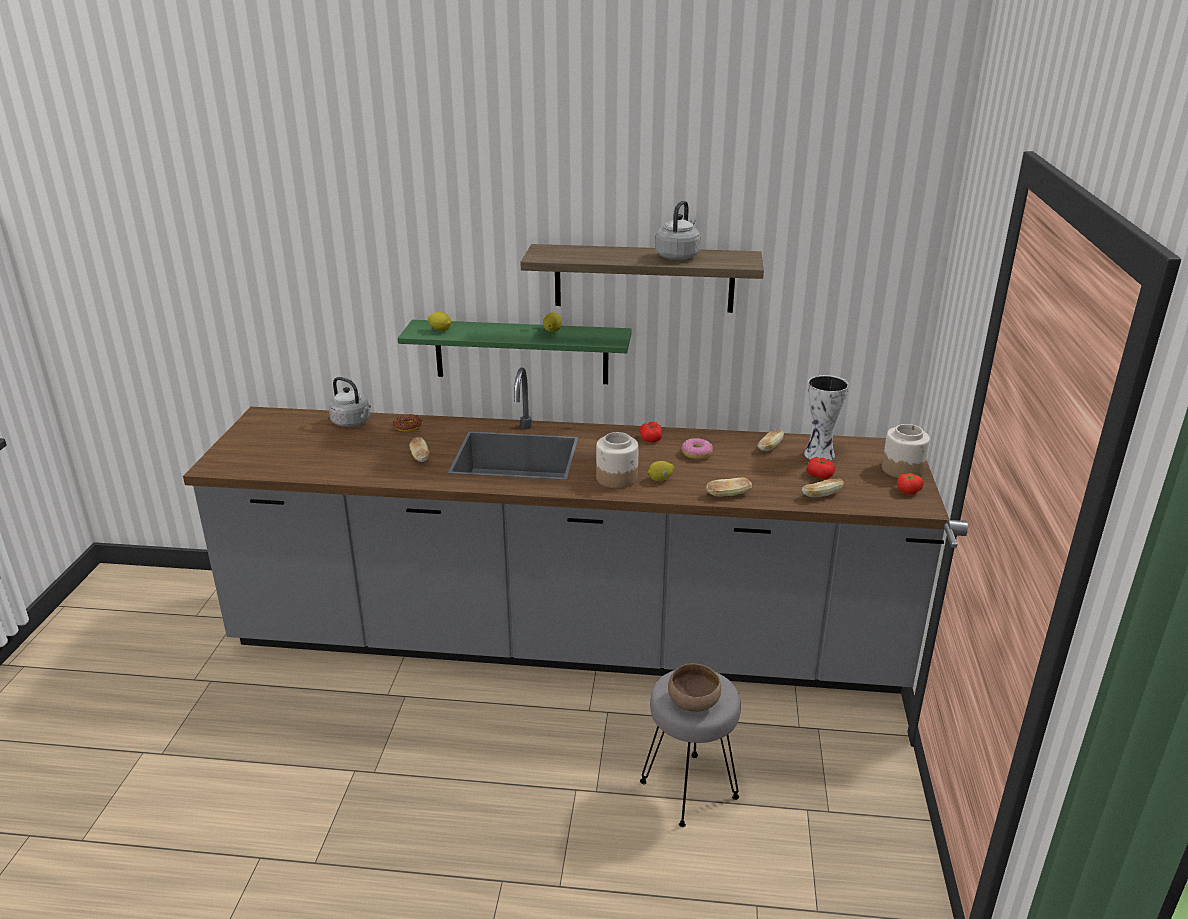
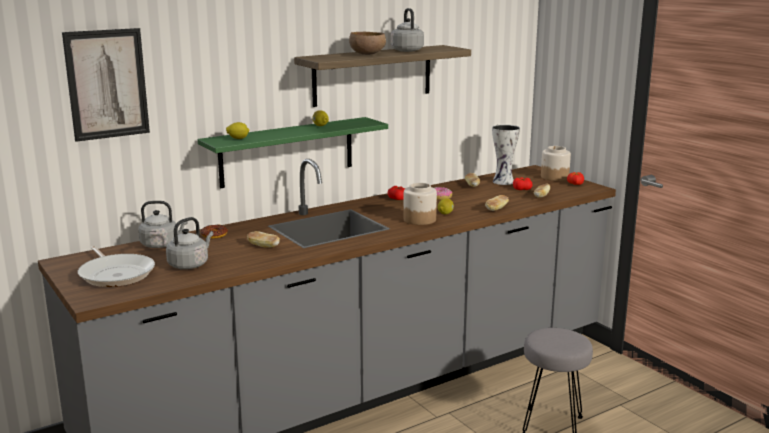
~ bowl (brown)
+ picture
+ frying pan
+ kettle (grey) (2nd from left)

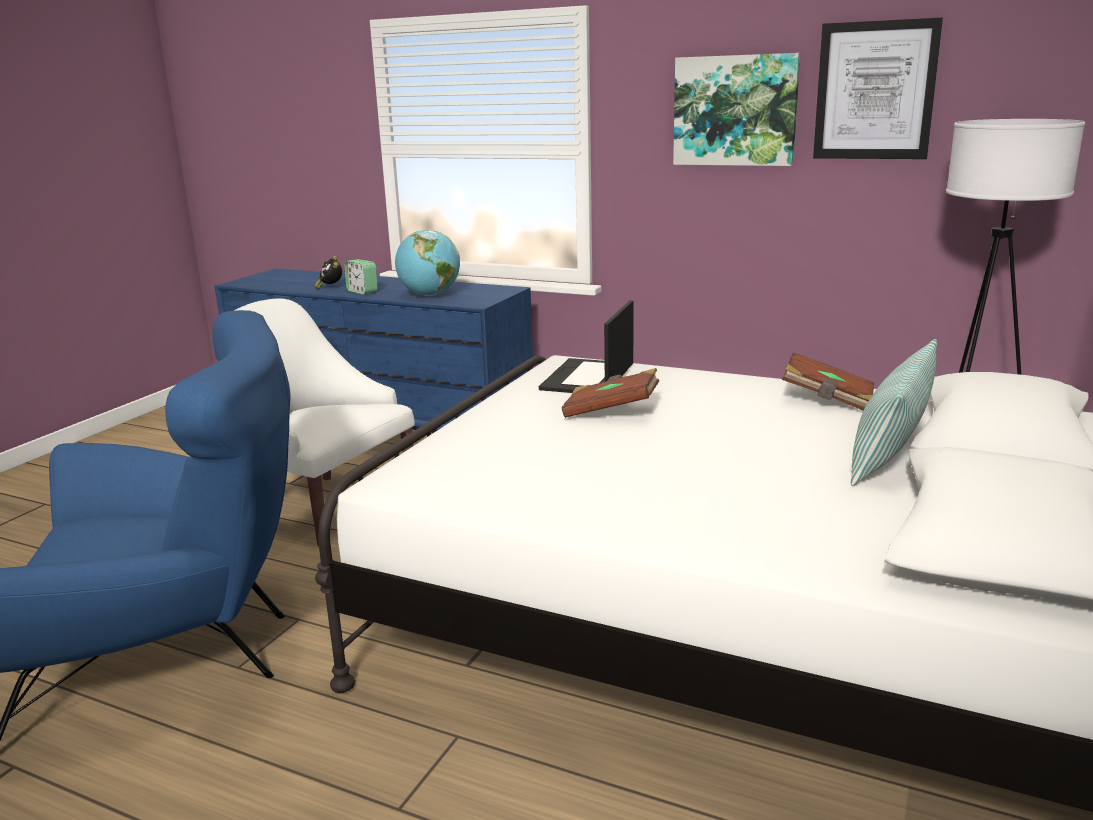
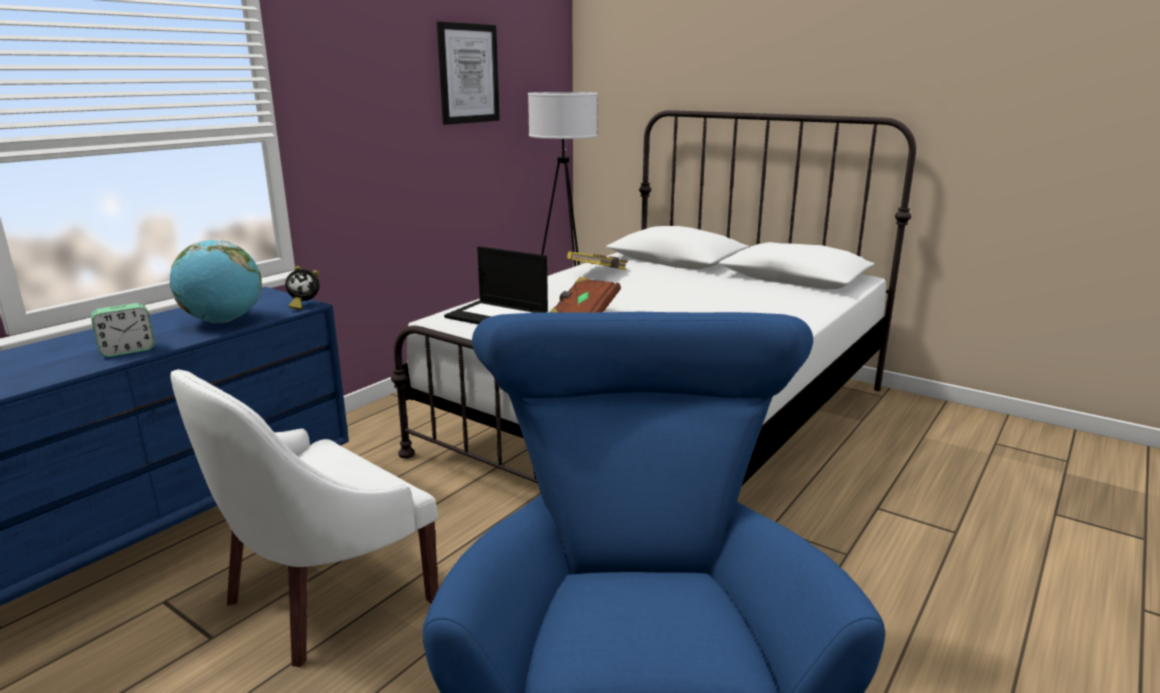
~ alarm clock (1st from left in the first image) to alarm clock (2nd from left)
- picture (1st from left)
~ book (brown) (2nd from left) to book (yellow)
- pillow

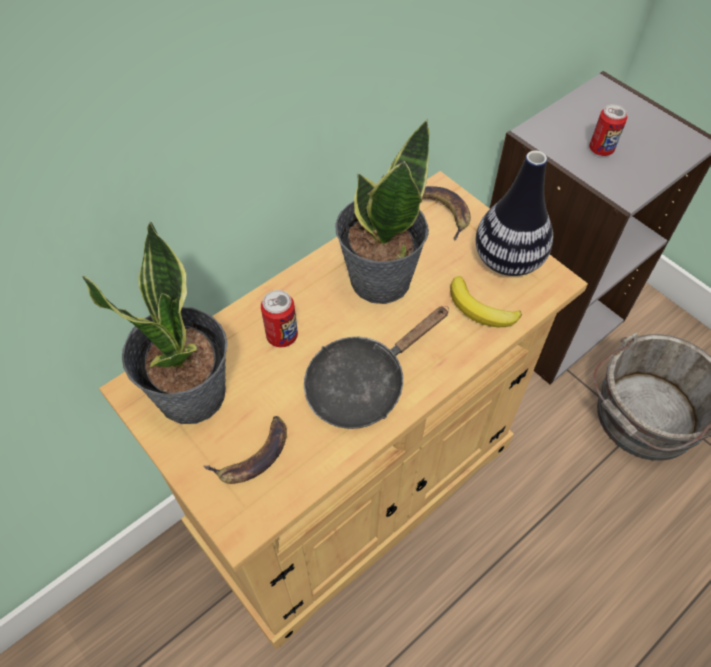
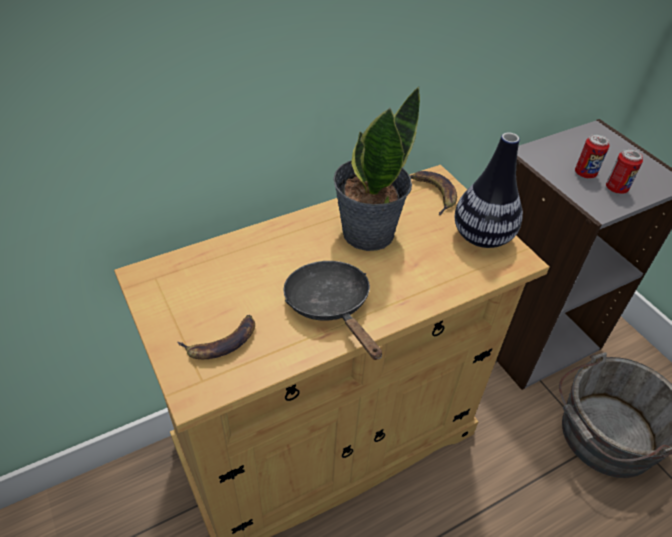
- potted plant (1st from left)
~ can (1st from left in the first image) to can (2nd from left)
~ frying pan (black) 90 degrees clockwise
- banana (3rd from left)

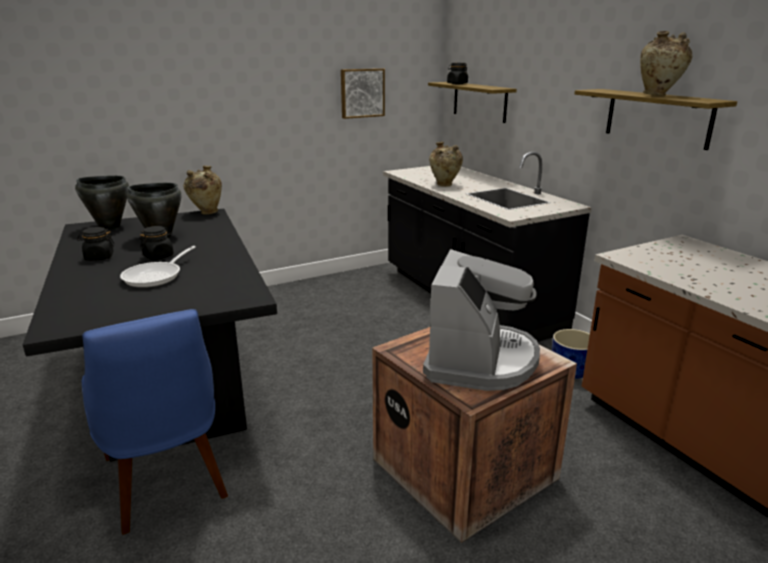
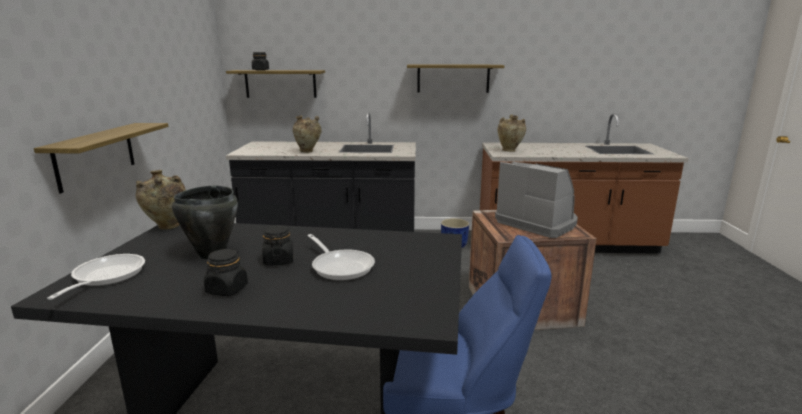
~ cooking pot (black) (1st from left) to frying pan (1st from left)
- picture
~ vase (beige) (3rd from left)
+ shelf (1st from left)

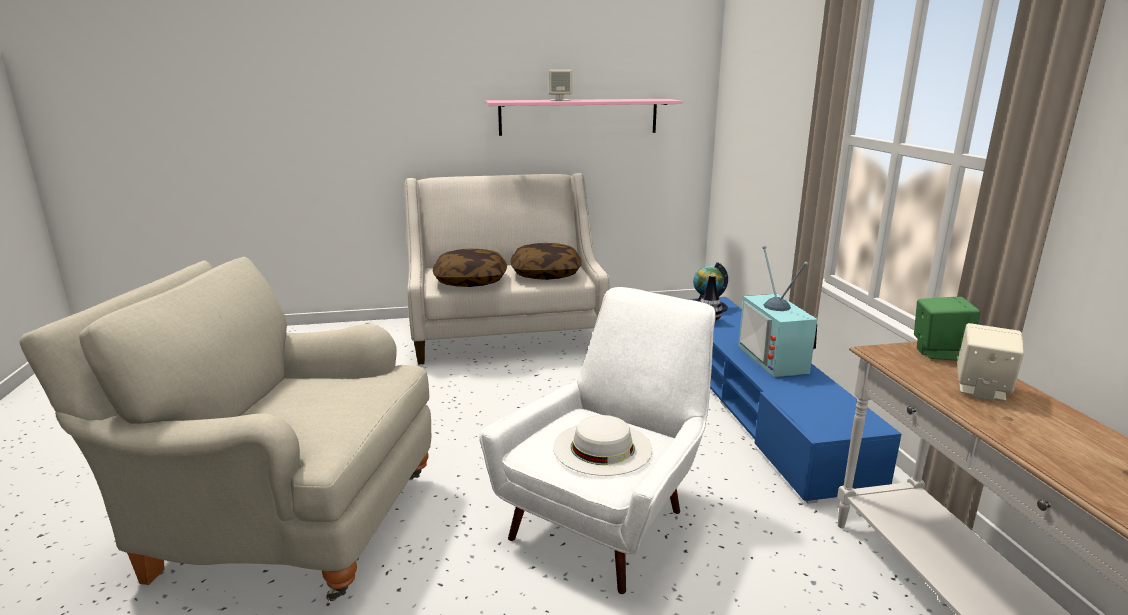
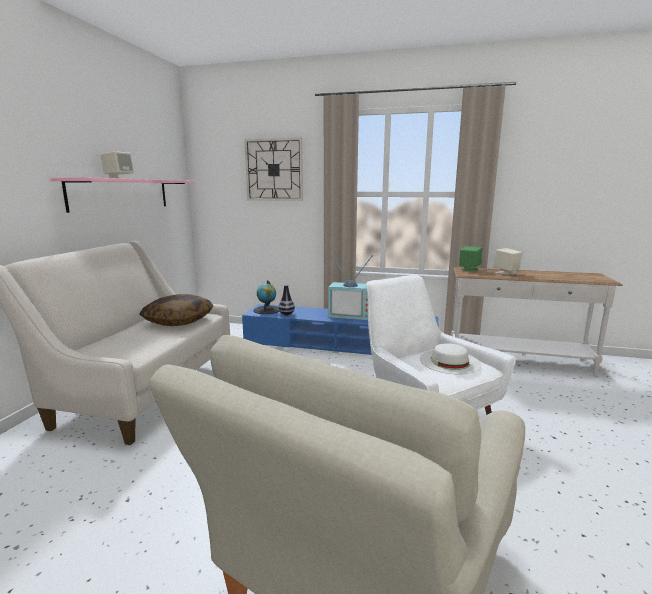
- pillow (1st from left)
+ wall clock

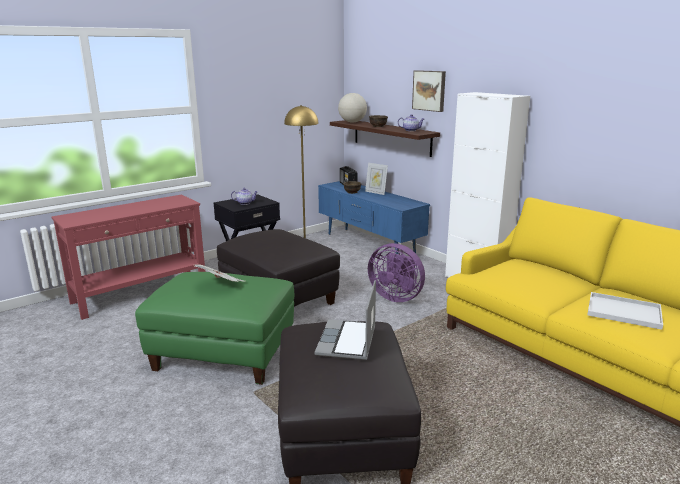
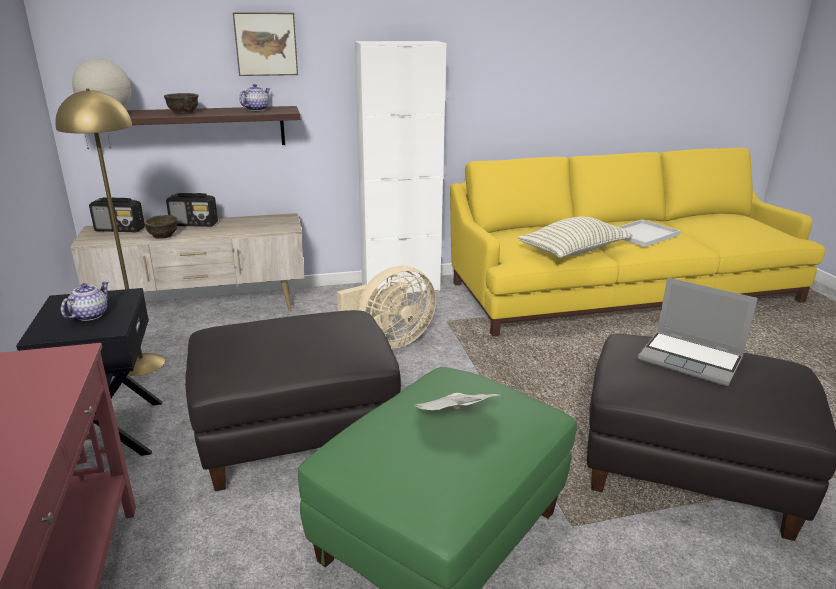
~ tv stand (blue) to tv stand (beige)
~ picture frame to radio (2nd from left)
~ fan (purple) to fan (beige)
+ pillow

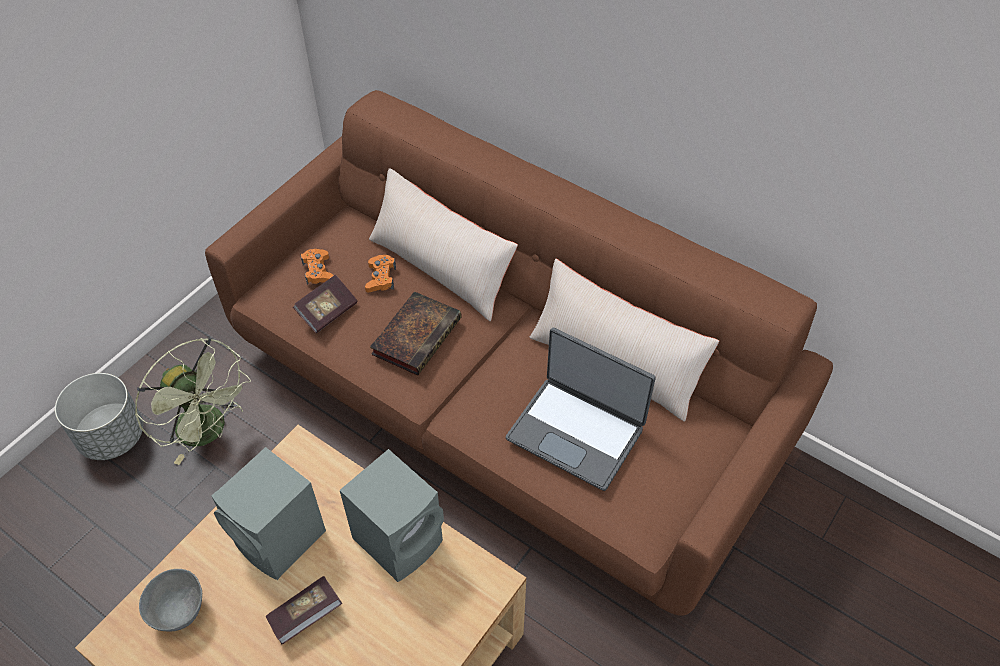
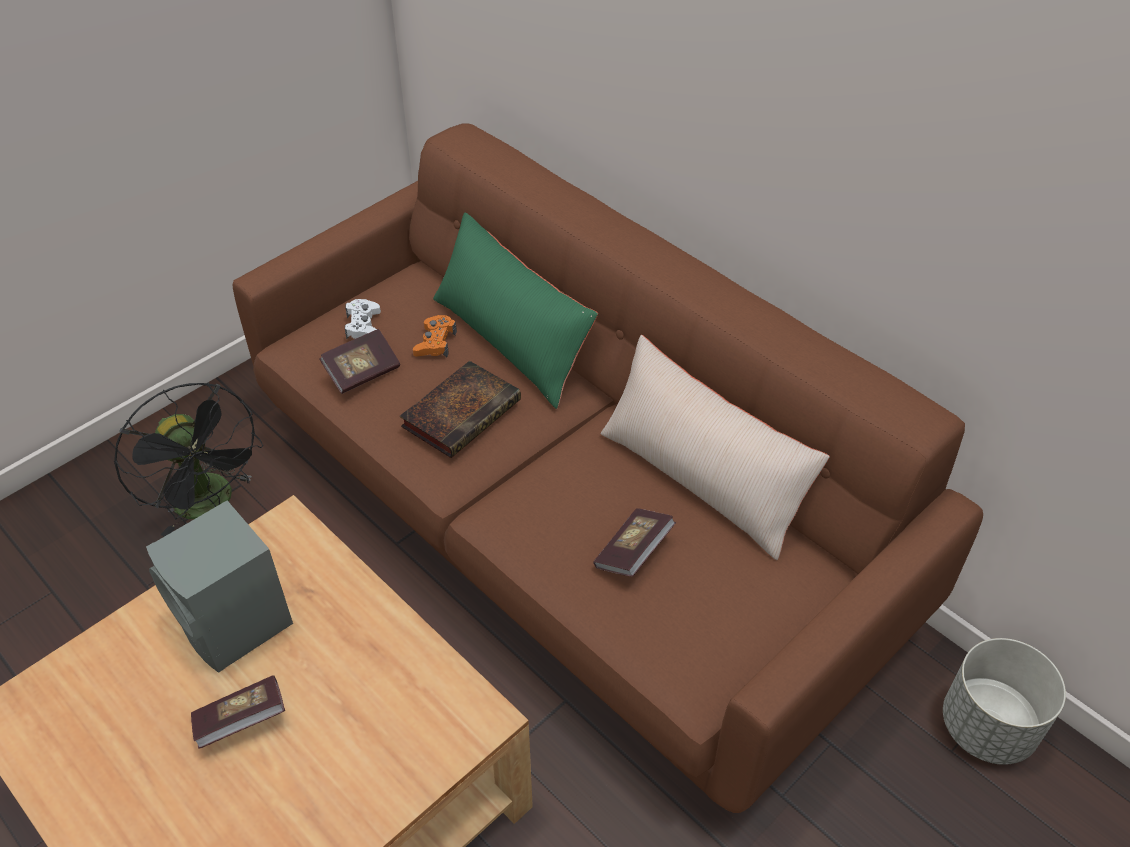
~ planter (grey)
~ fan (green) to fan (black)
- bowl (grey)
~ game controller (orange) (1st from left) to game controller (white)
- speaker (grey) (2nd from left)
~ pillow (beige) (1st from left) to pillow (green)
~ laptop to book (4th from left)

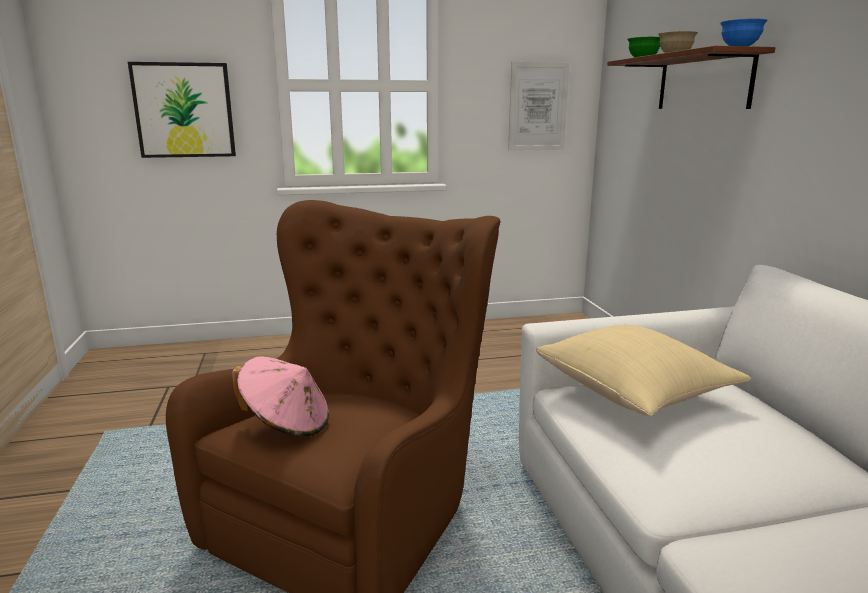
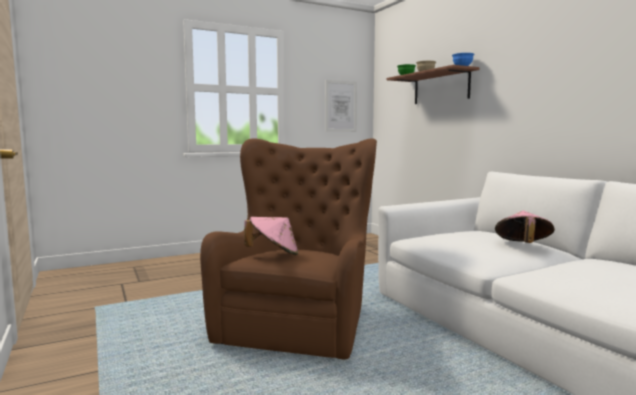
- picture (1st from left)
- pillow (beige)
+ hat (pink) (2nd from left)

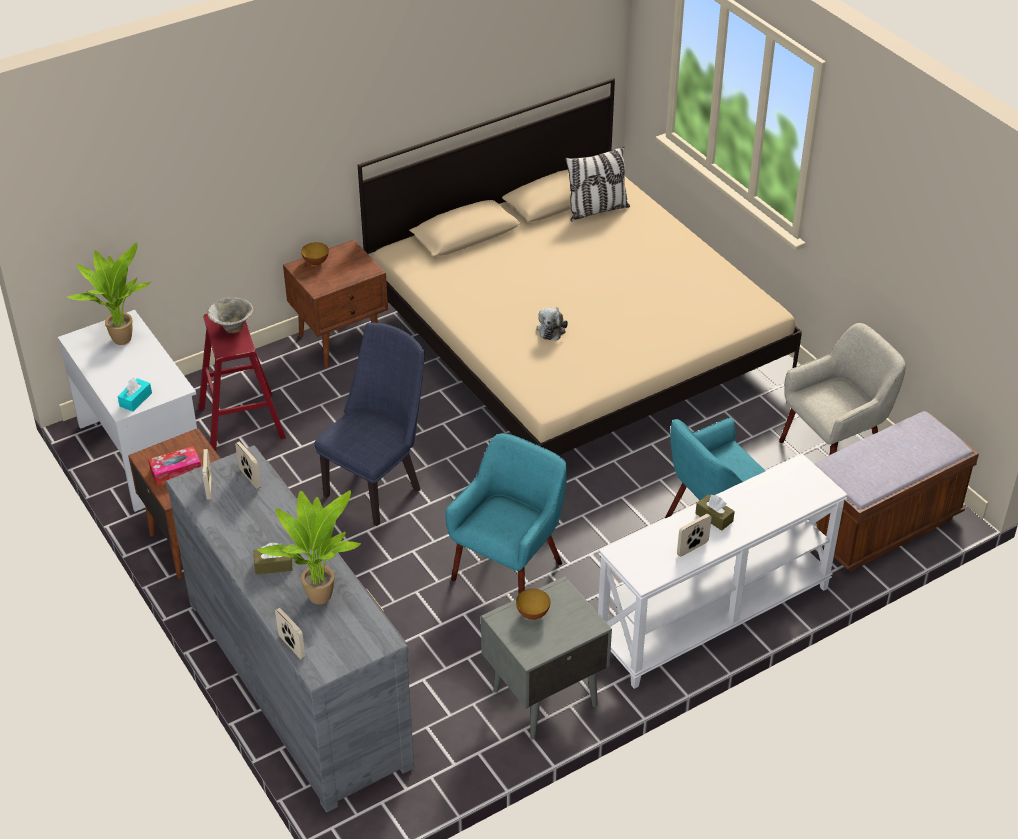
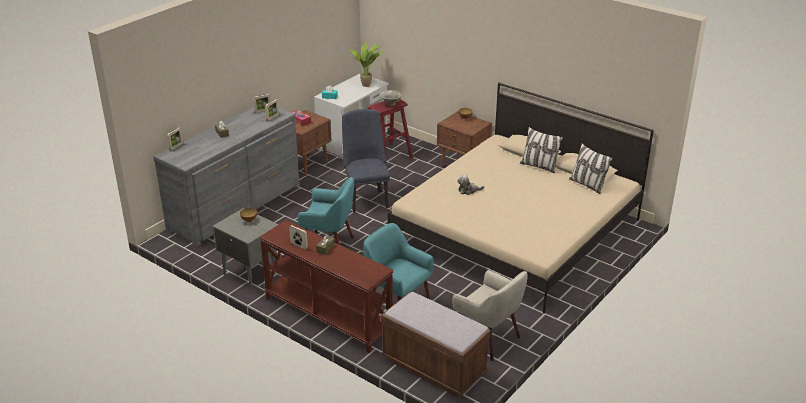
- potted plant (2nd from left)
~ chair (blue) 120 degrees counterclockwise
~ console table (white) to console table (brown)
+ pillow (1st from left)

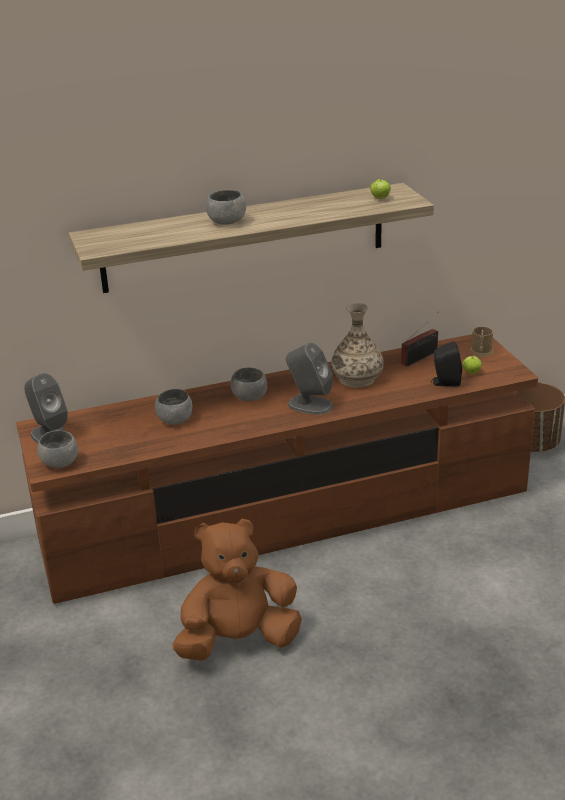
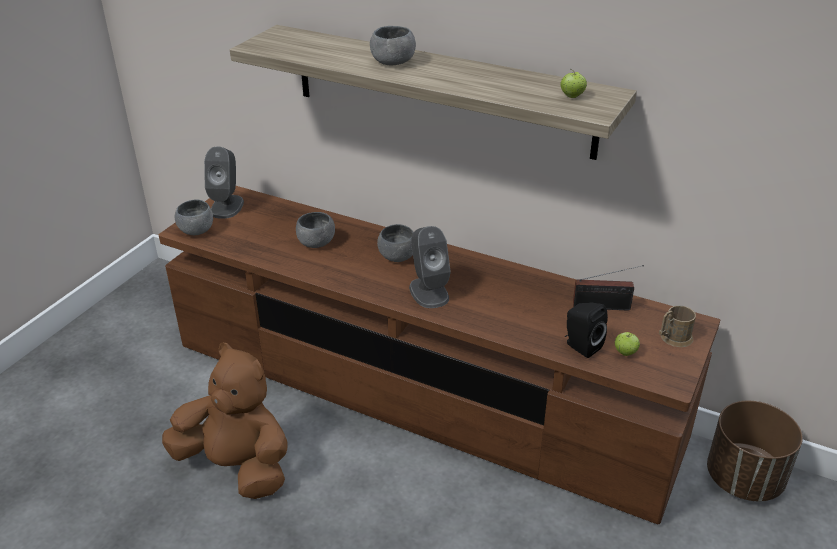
- vase

